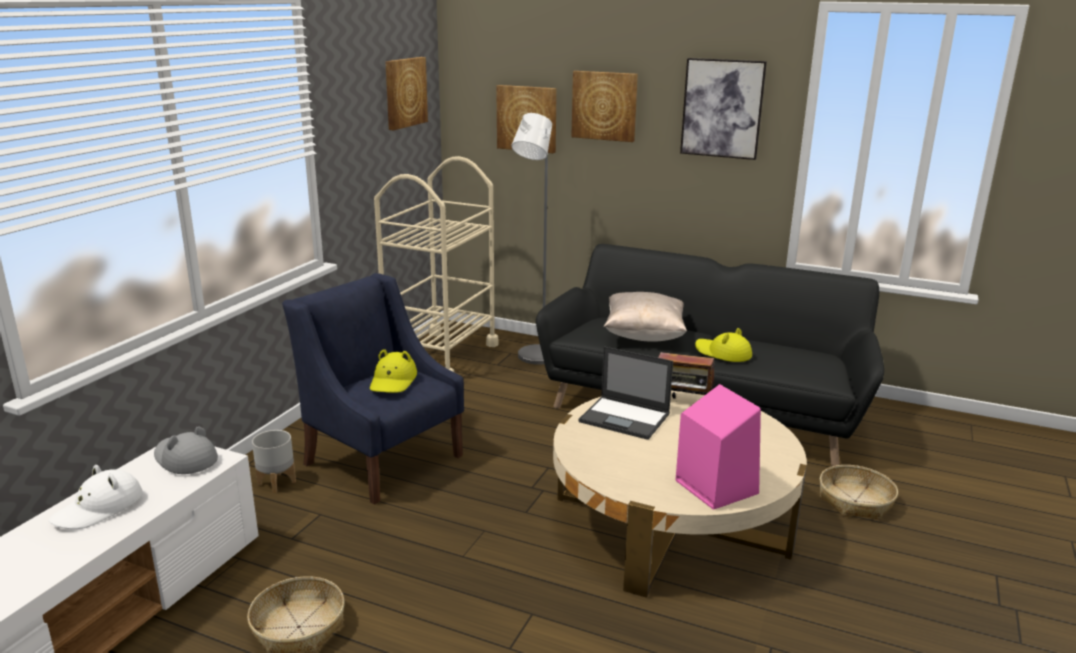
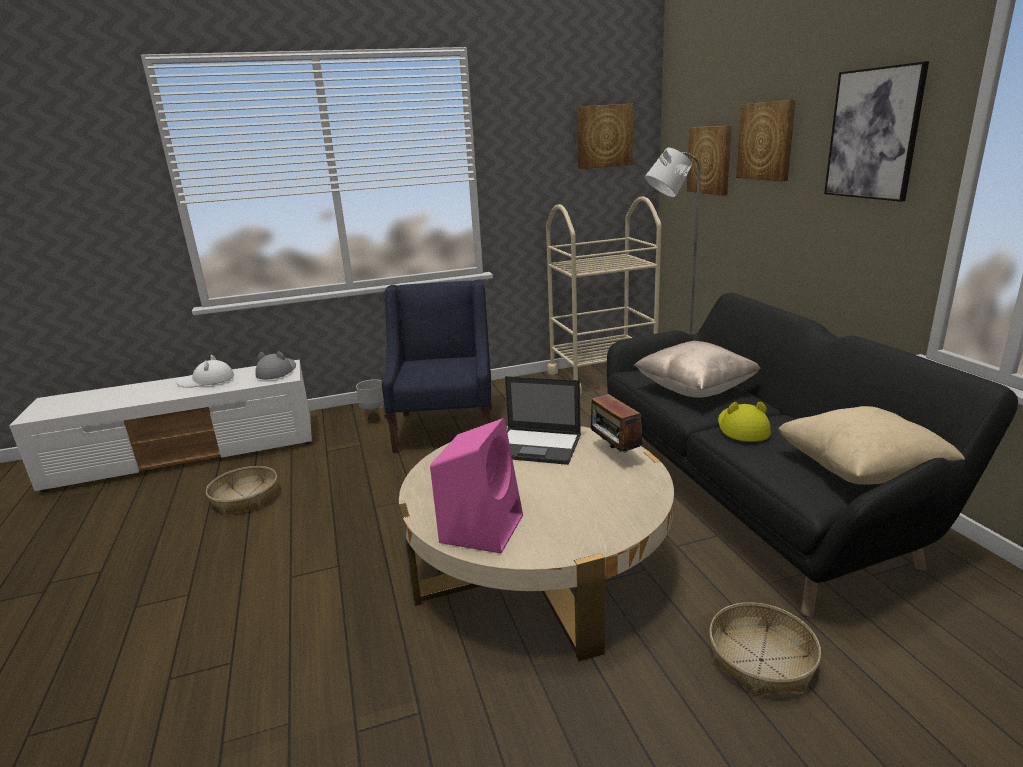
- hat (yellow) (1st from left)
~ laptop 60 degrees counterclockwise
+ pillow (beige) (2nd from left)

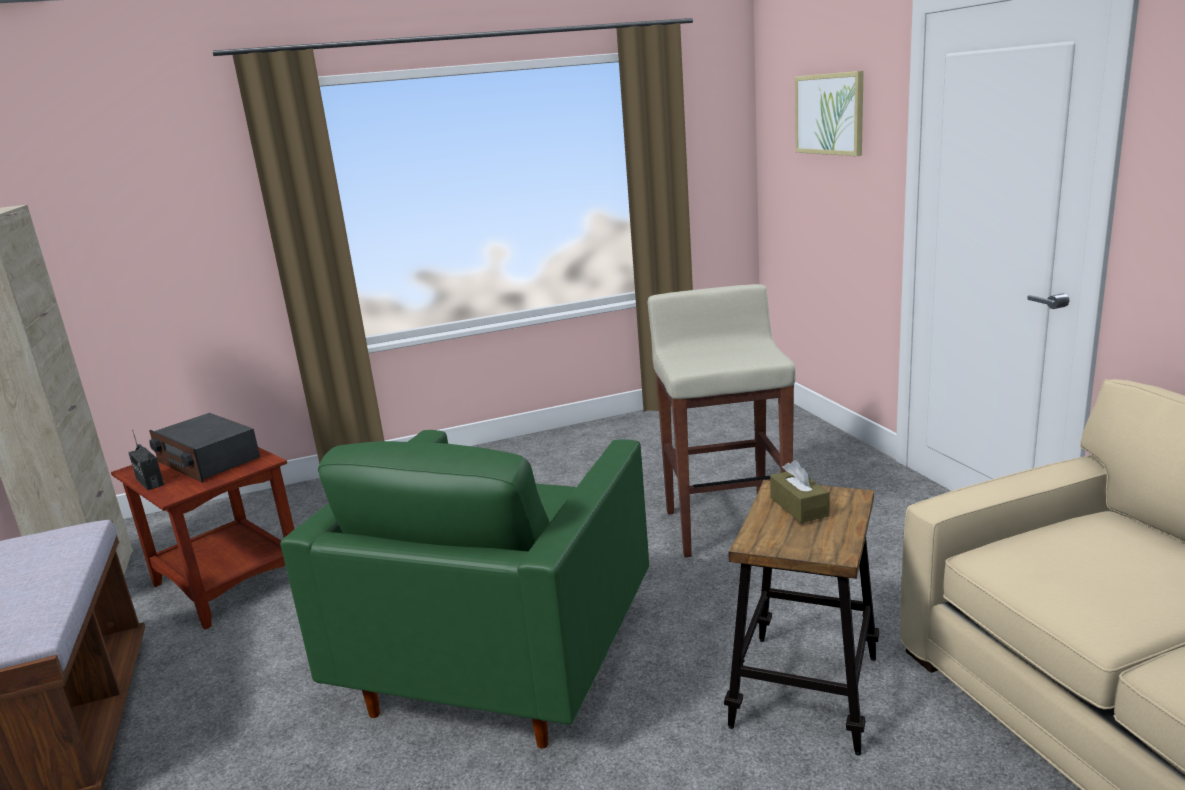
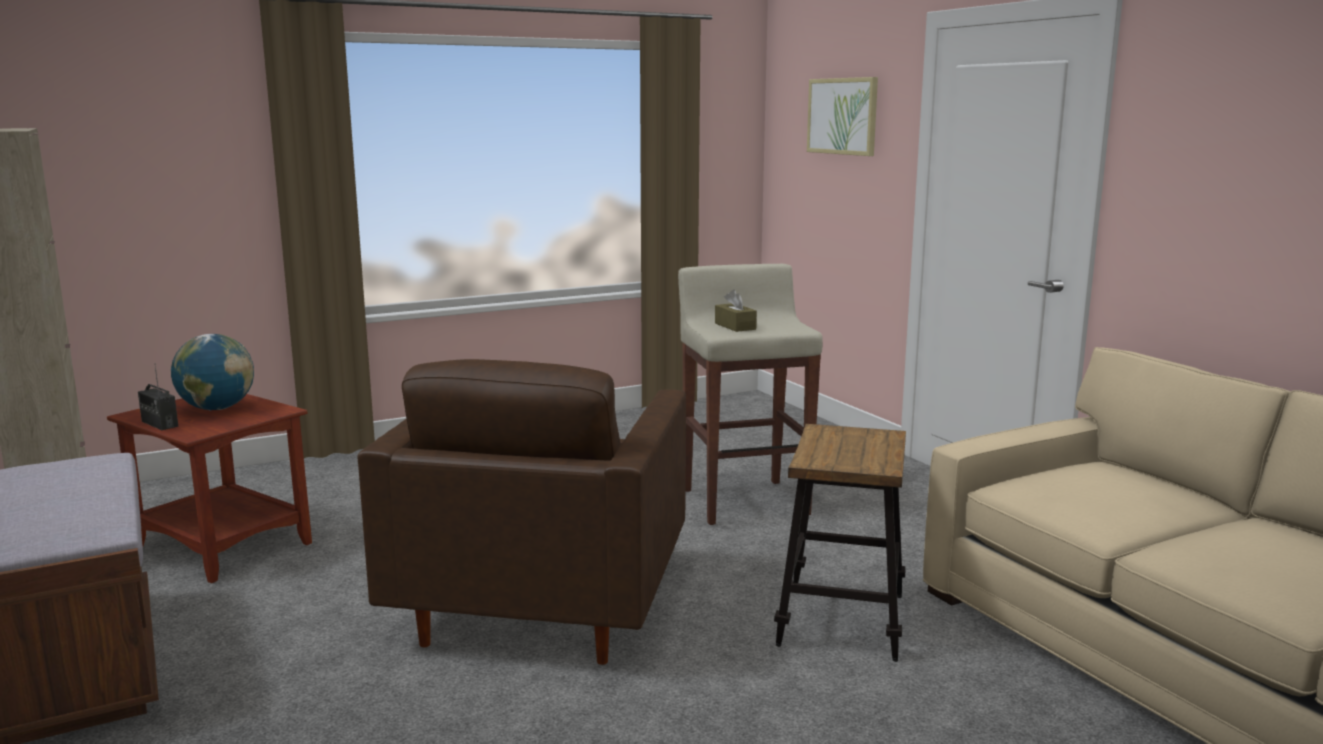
~ radio (2nd from left) to globe
~ armchair (green) to armchair (brown)
~ tissue box (brown)

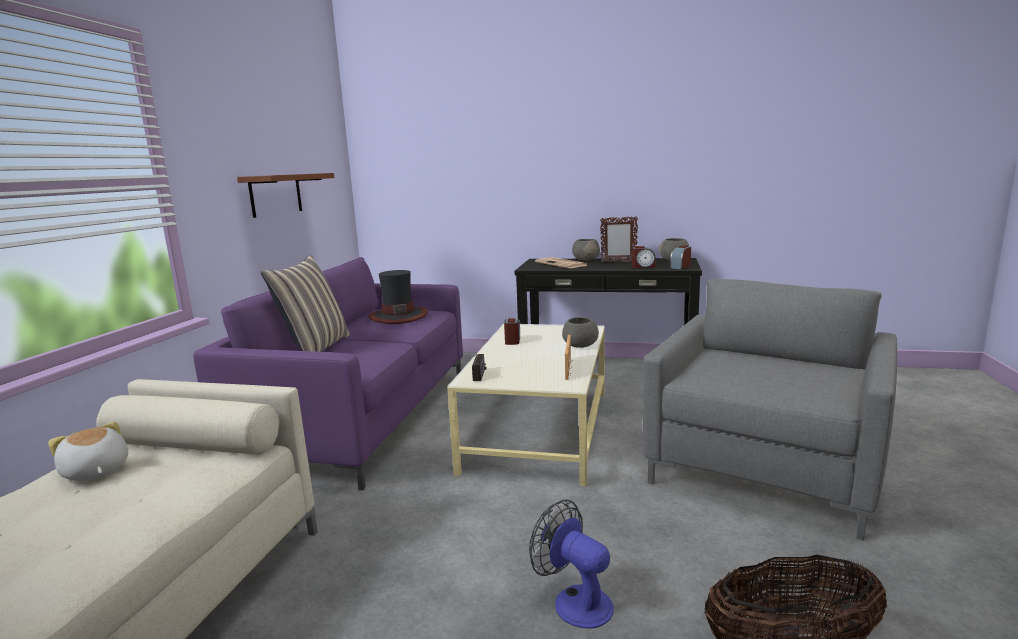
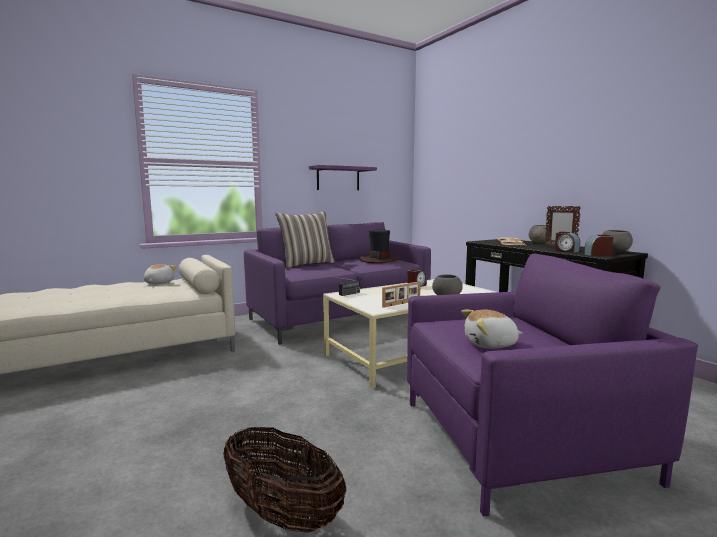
~ shelf (brown) to shelf (purple)
- fan
~ armchair (grey) to armchair (purple)
+ plush toy (2nd from left)

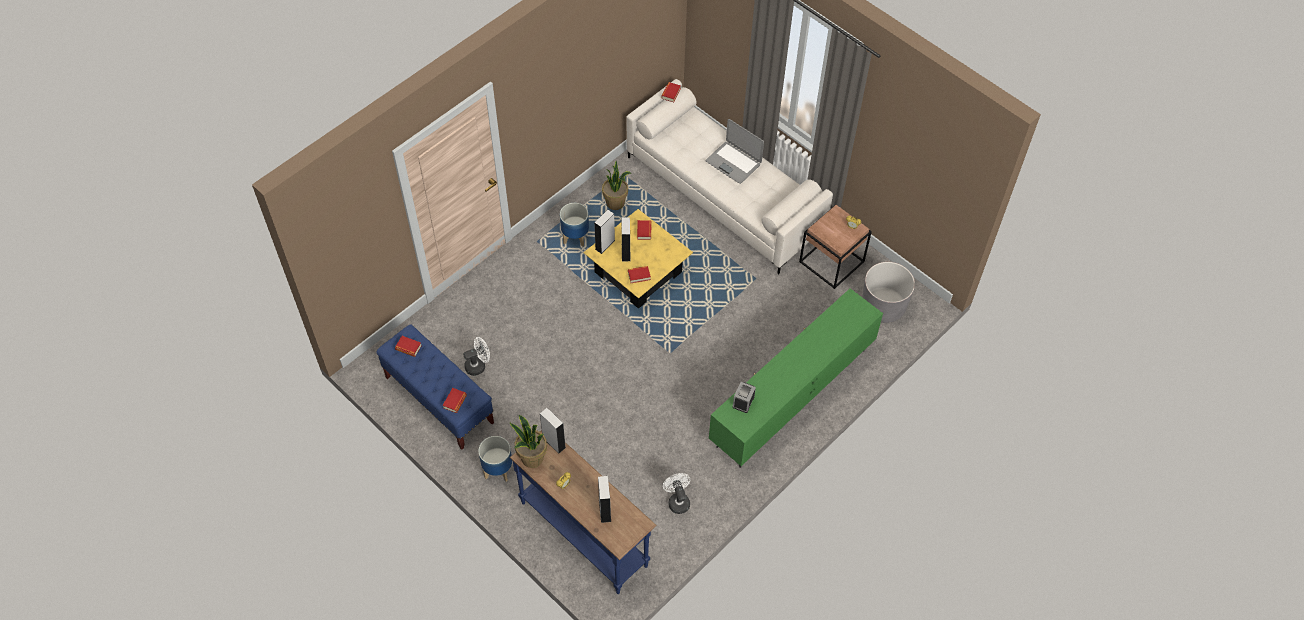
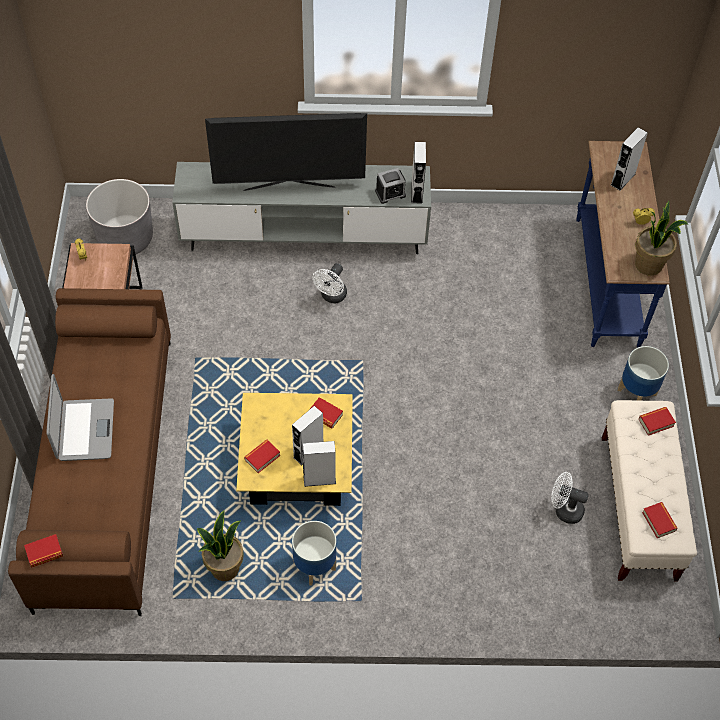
~ bench (blue) to bench (beige)
~ speaker (grey) (1st from left in the first image) to speaker (grey) (3rd from left)
~ sofa (white) to sofa (brown)
~ fan (white) (2nd from left in the first image) to fan (white) (1st from left)
~ tv stand (green) to tv stand (grey)
+ television

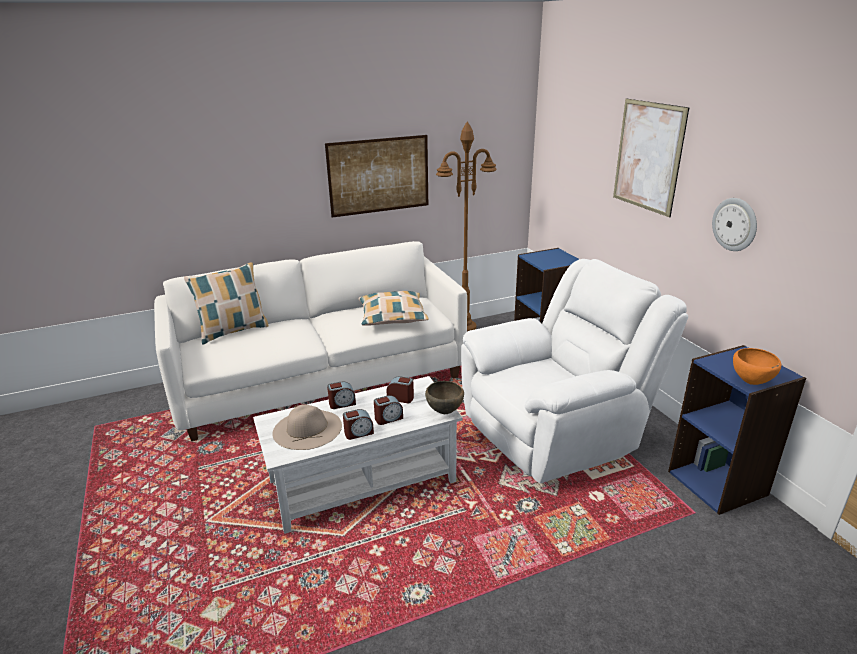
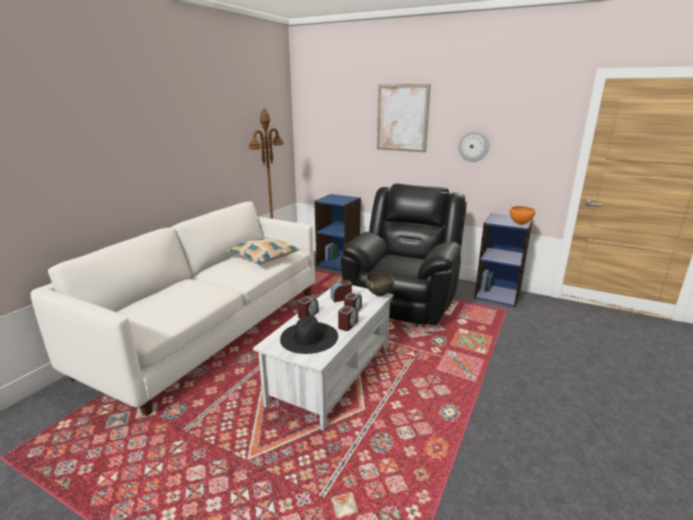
- pillow (1st from left)
~ hat (beige) to hat (black)
- picture (1st from left)
~ armchair (white) to armchair (black)

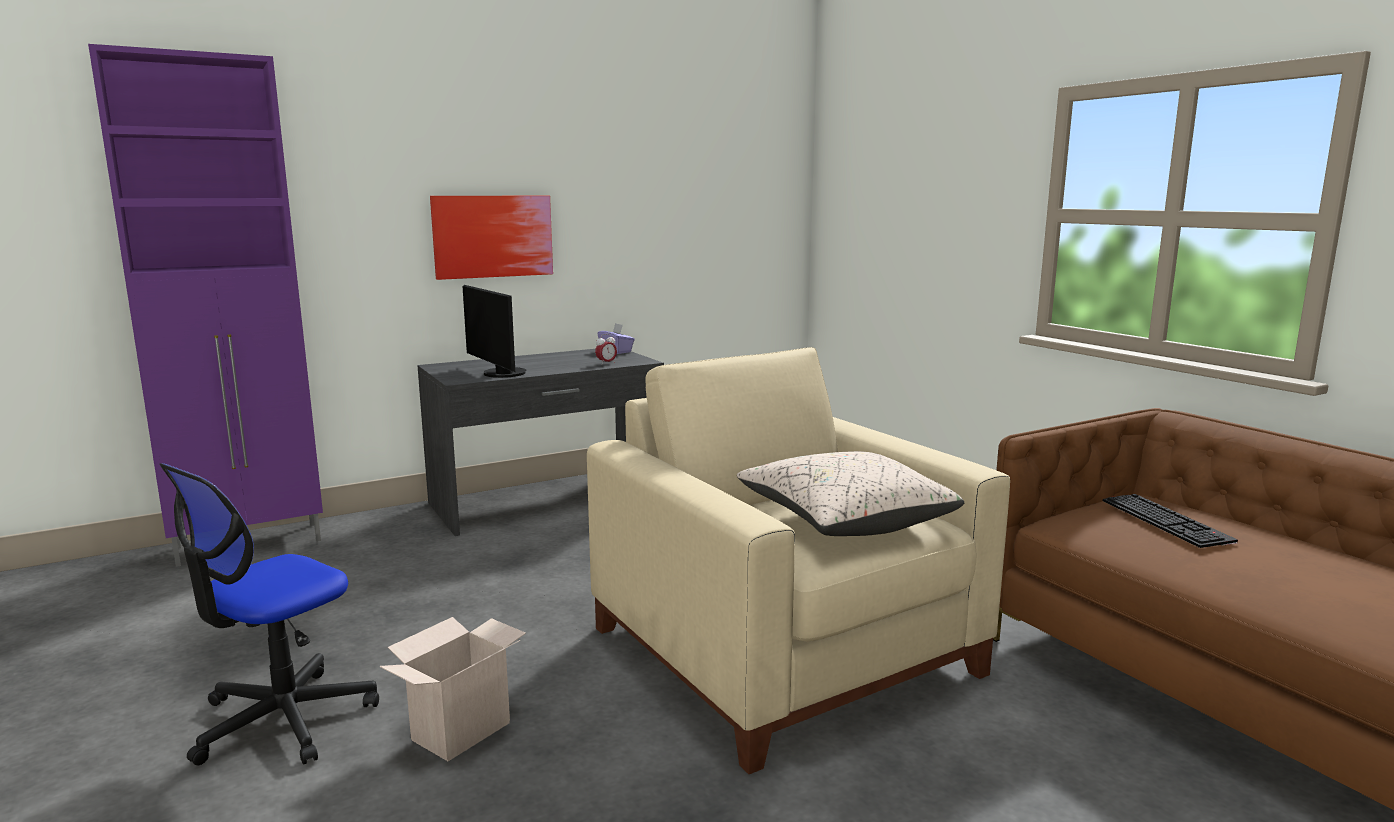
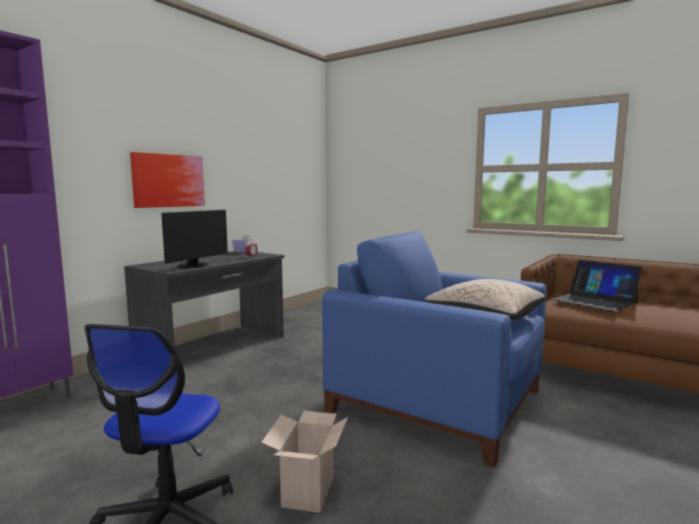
~ monitor 90 degrees counterclockwise
~ armchair (beige) to armchair (blue)
~ keyboard to laptop

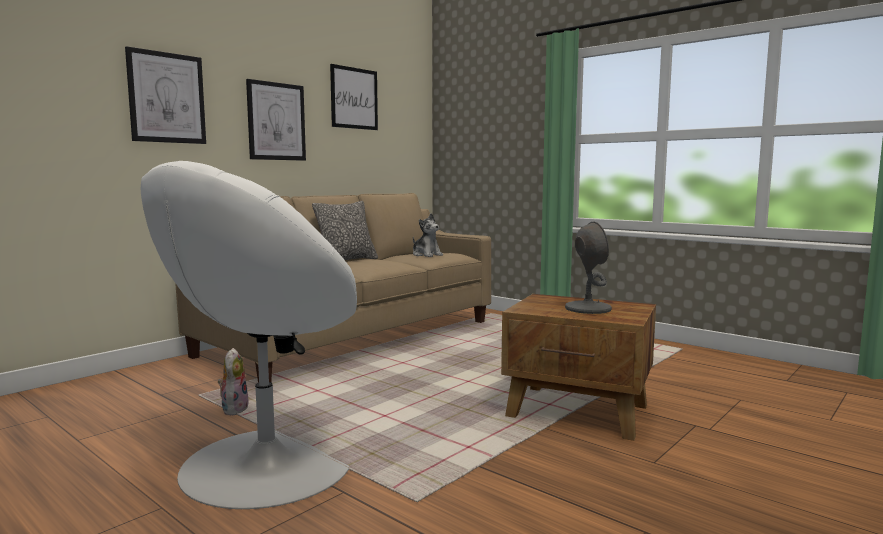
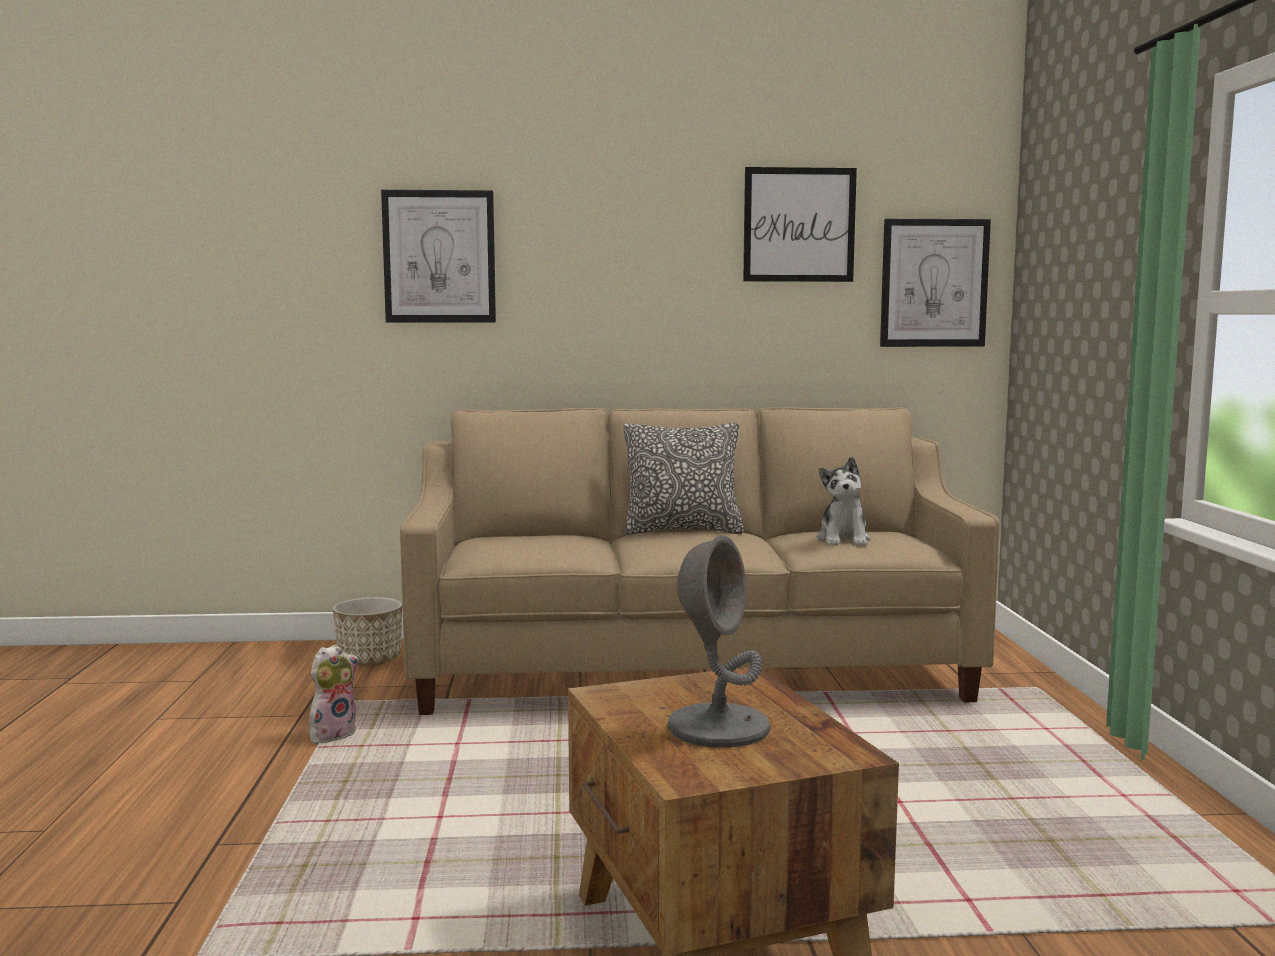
- armchair (white)
~ picture (2nd from left in the first image) to picture (3rd from left)
+ planter

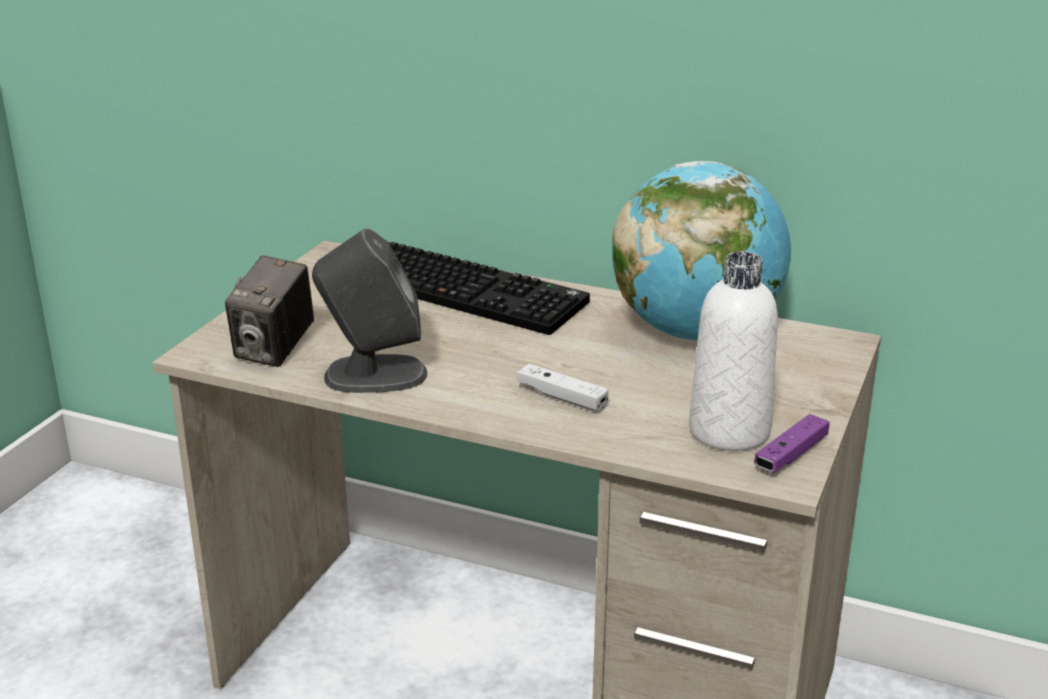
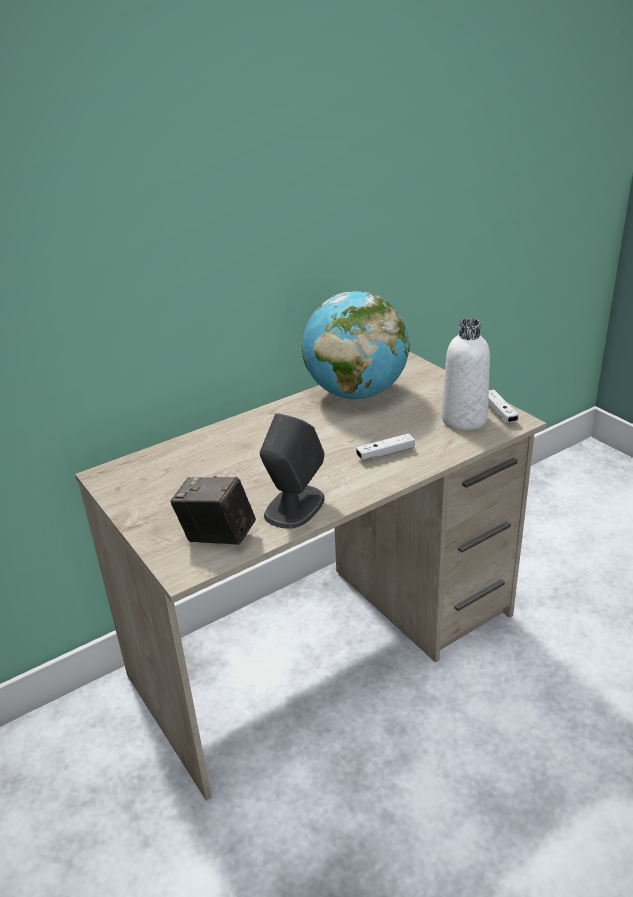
~ photo camera 150 degrees clockwise
- keyboard
~ game controller (purple) to game controller (white) (2nd from left)

